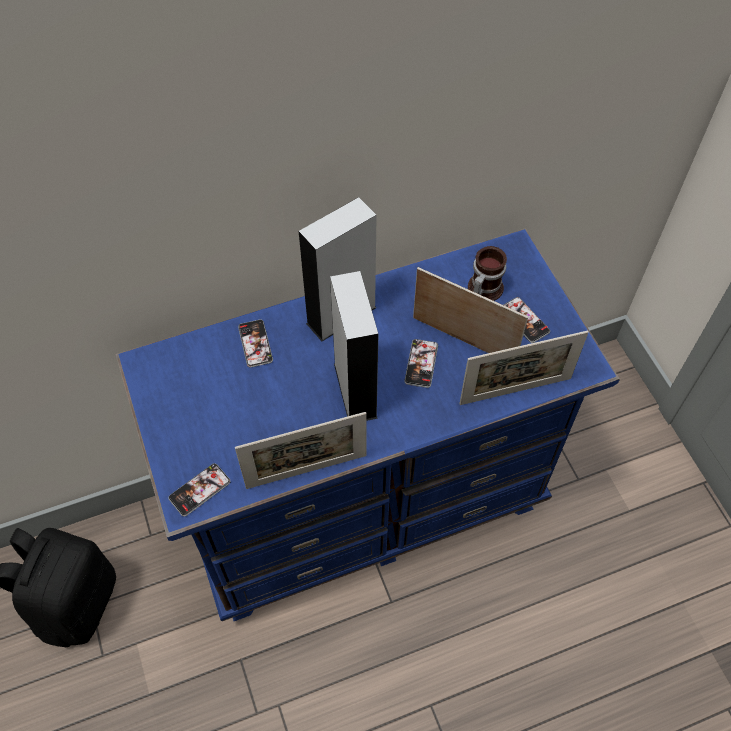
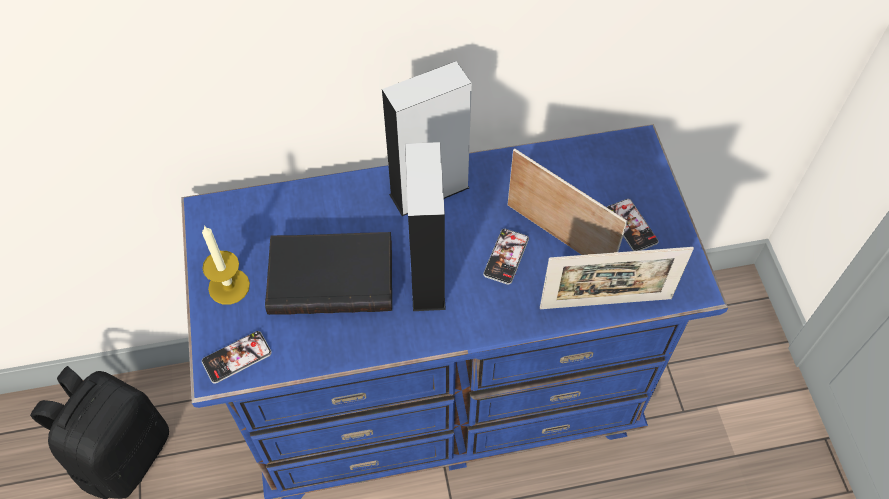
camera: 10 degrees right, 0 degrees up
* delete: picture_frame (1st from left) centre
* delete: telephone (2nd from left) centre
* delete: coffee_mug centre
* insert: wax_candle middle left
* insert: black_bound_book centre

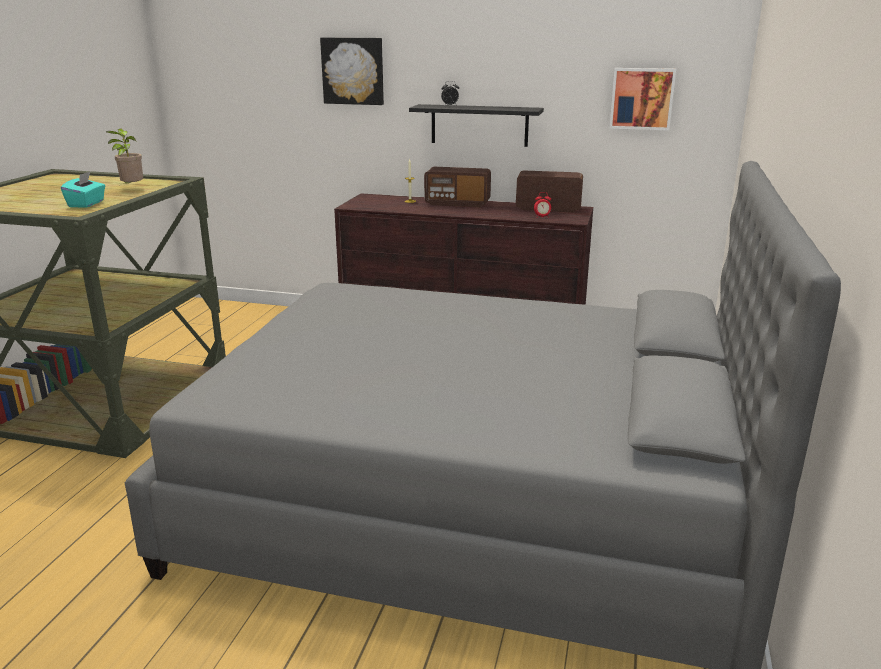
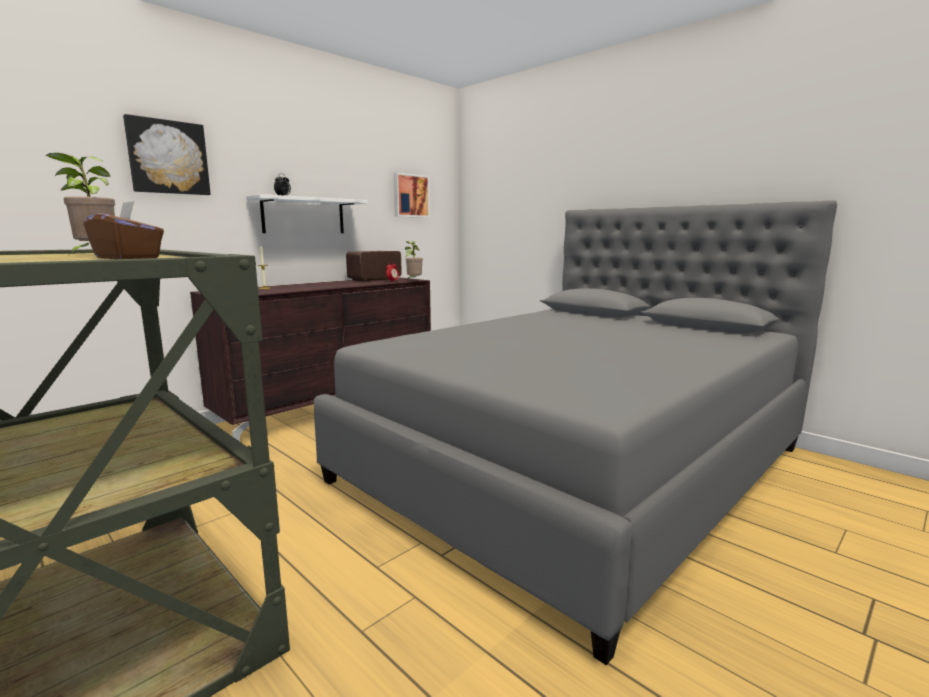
camera: 60 degrees left, 10 degrees down
* recolor: turquoise-coloured_tissue_holder top left to brown-coloured_tissue_holder top left
* recolor: black_wall_shelf top centre to white-coloured_wall_shelf top left
* delete: radio (1st from left) top centre
* insert: houseplant (2nd from left) centre

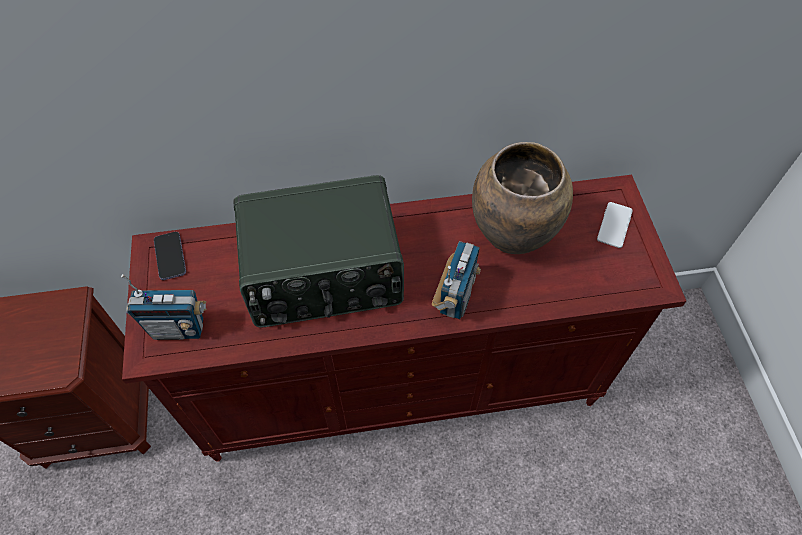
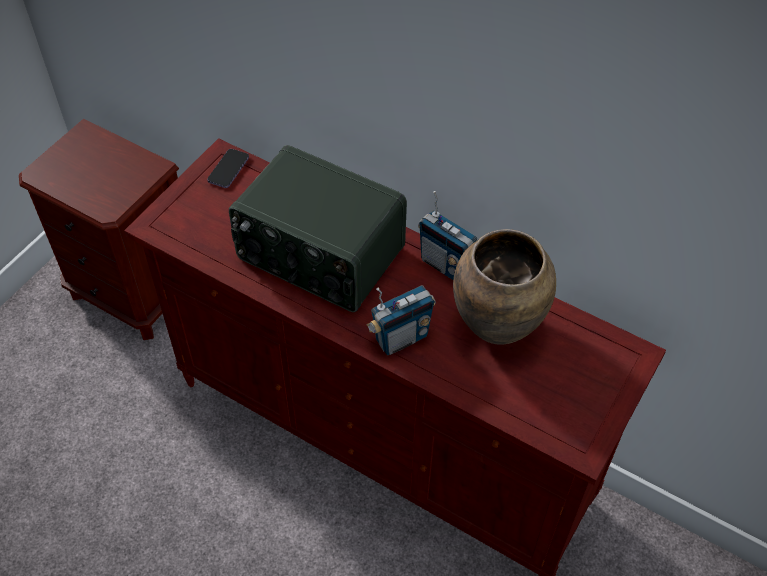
camera: 40 degrees right, 5 degrees down
* move: radio (1st from left in the first image) middle left to radio (3rd from left) centre
* delete: telephone (2nd from left) middle right

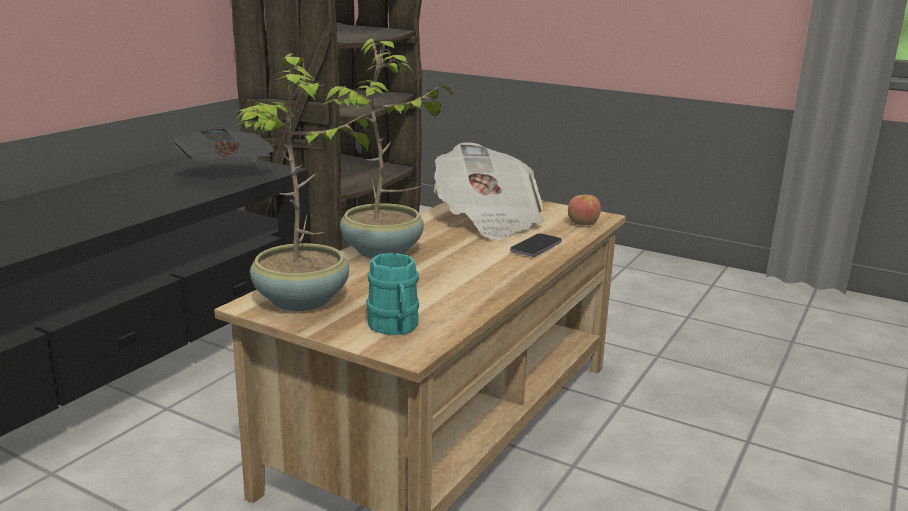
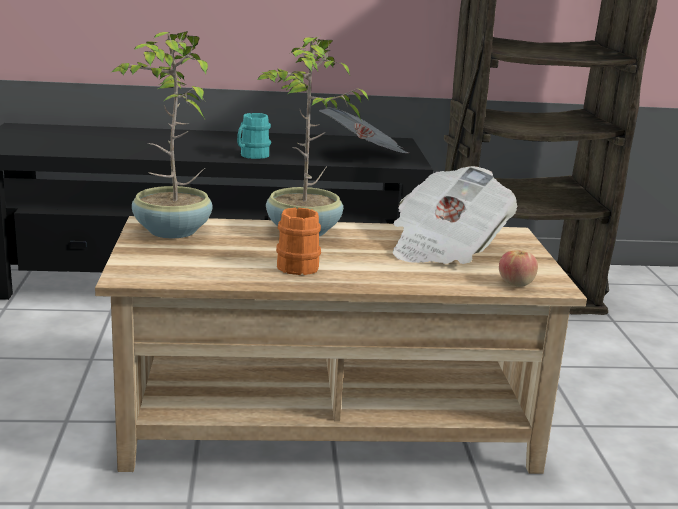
camera: 55 degrees right, 0 degrees up
* move: turquoise-coloured_coffee_mug centre to top centre
* delete: telephone centre
* insert: orange_coffee_mug centre

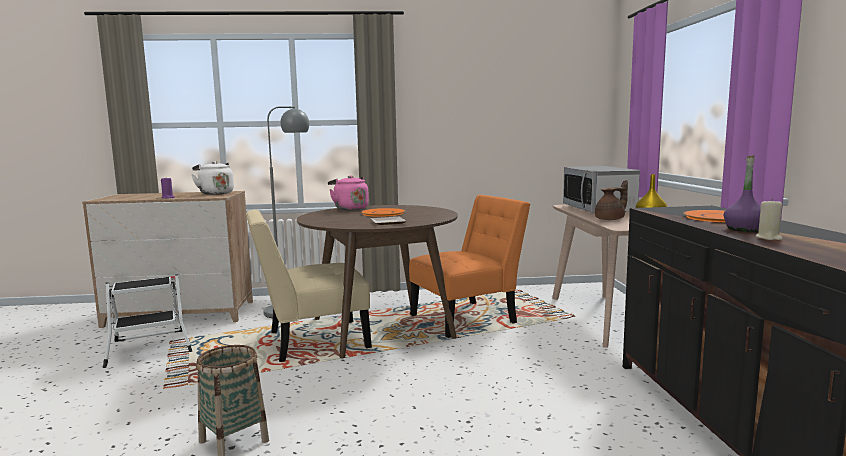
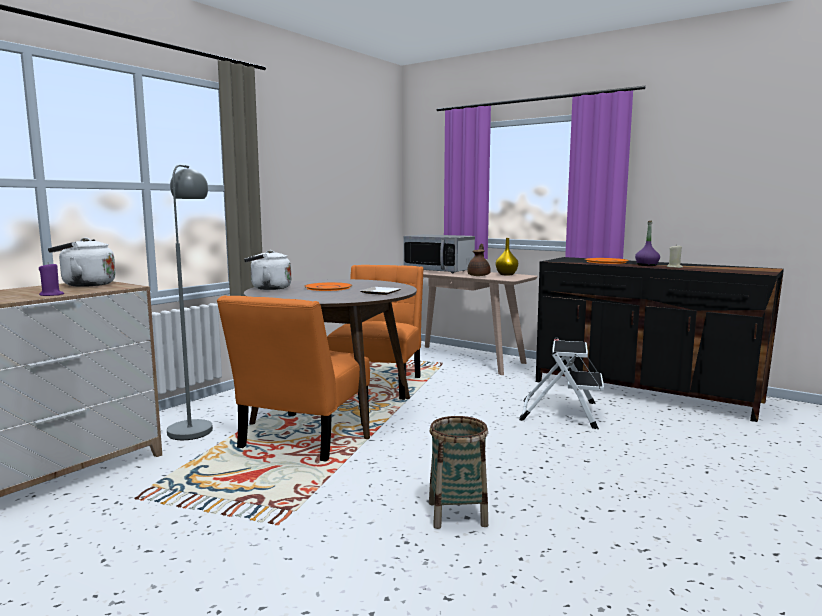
camera: 50 degrees left, 0 degrees up
* move: step_ladder bottom left to middle right
* recolor: sand-coloured_upright_chair centre to orange_upright_chair (1st from left) centre
* recolor: pinkish_water_kettle centre to white-coloured_water_kettle (2nd from left) middle left

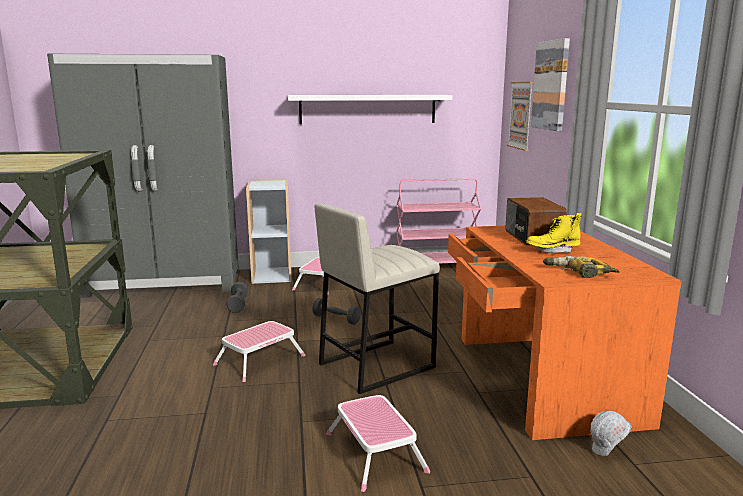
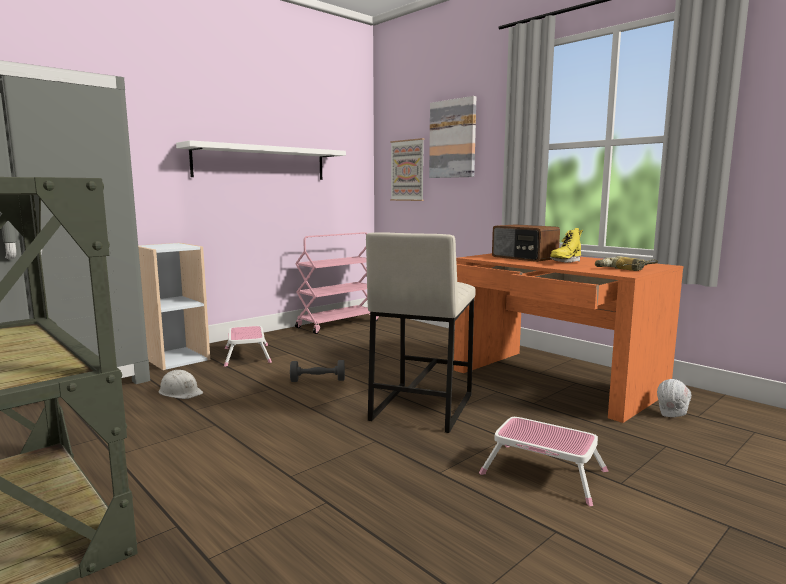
camera: 35 degrees left, 5 degrees down
* delete: pinkish_step_ladder (1st from left) bottom centre
* replace: greyish_hand_weight (1st from left) middle left to white-coloured_work_helmet (1st from left) middle left

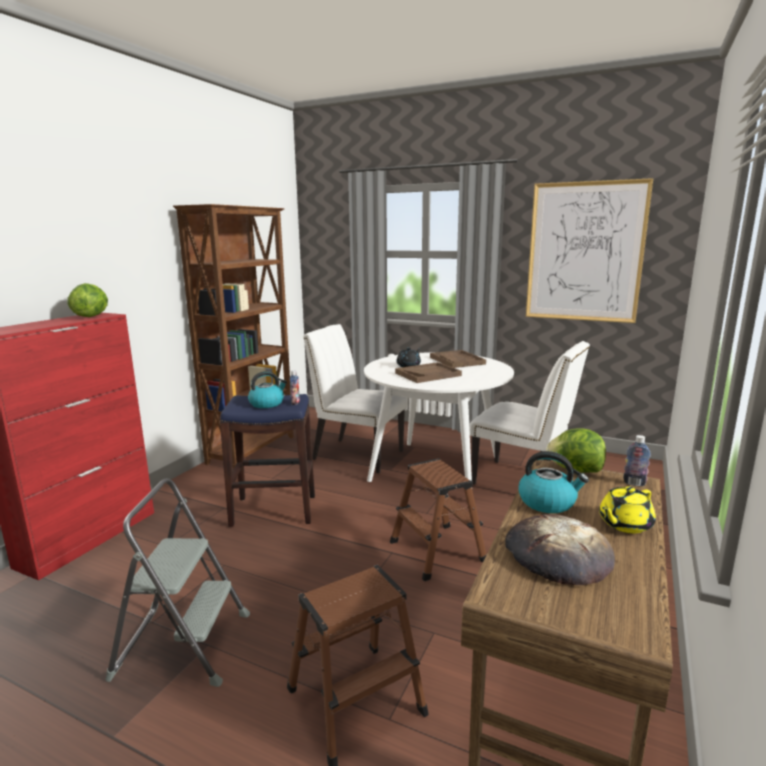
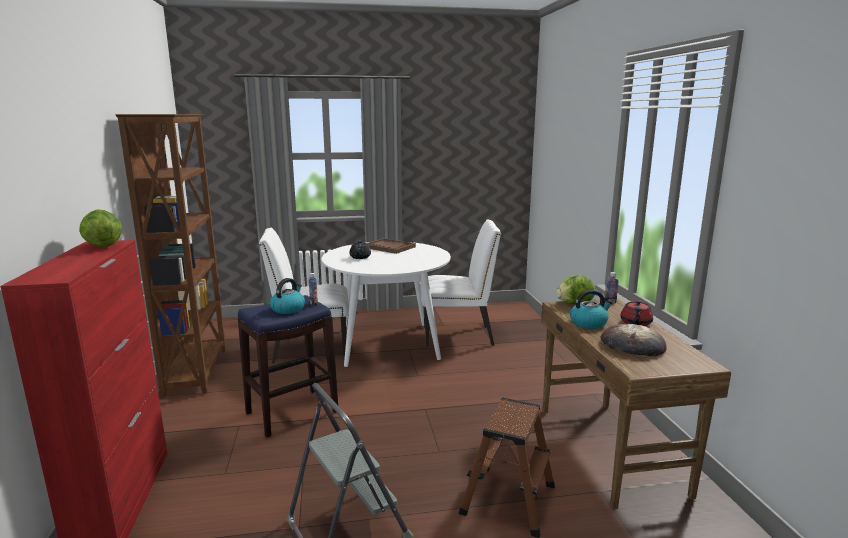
camera: 35 degrees left, 0 degrees up
* delete: brown-coloured_step_ladder (2nd from left) bottom centre
* delete: brown-coloured_carrying_tray (1st from left) centre
* delete: picture top right
* recolor: yellow_teapot middle right to red-coloured_teapot middle right

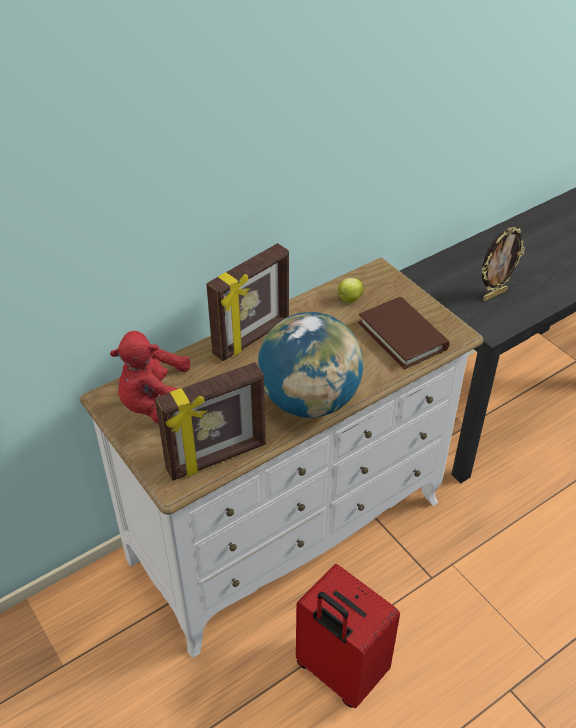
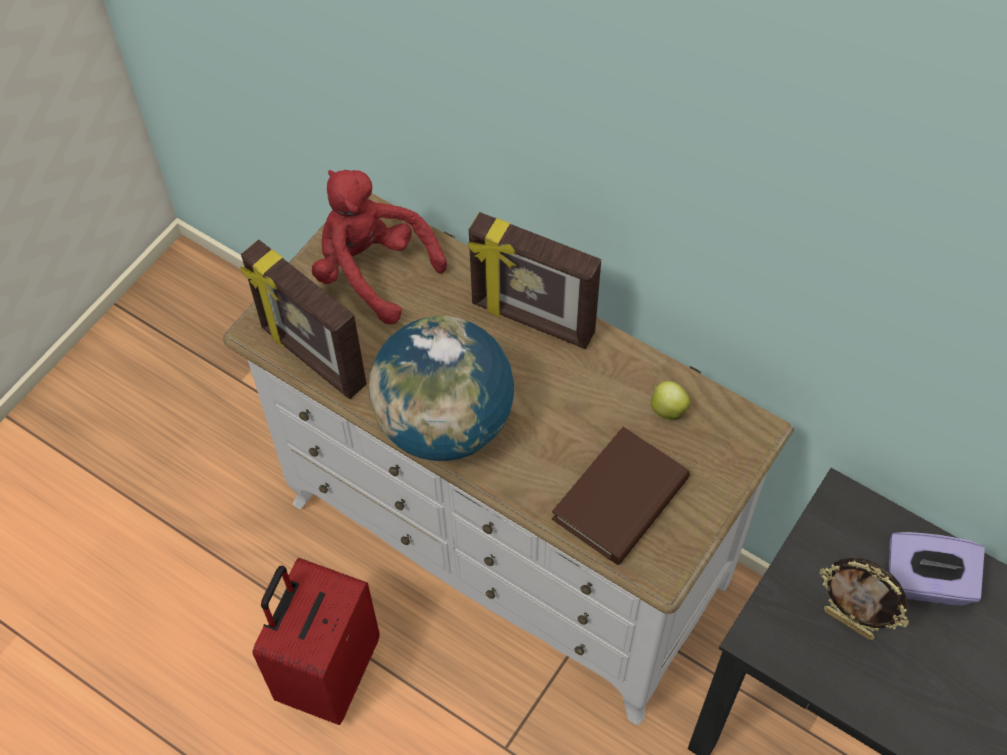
camera: 70 degrees right, 15 degrees up
* insert: purple-coloured_tissue_holder bottom right

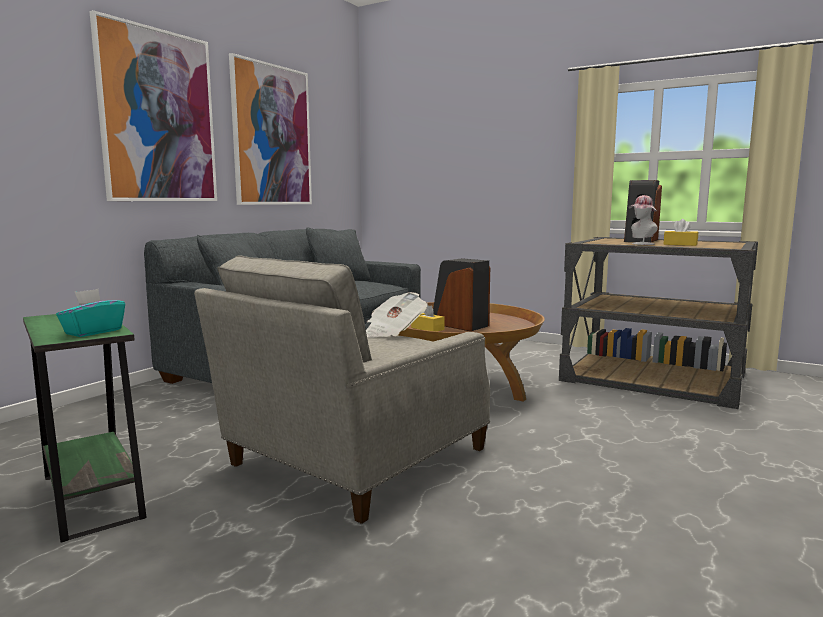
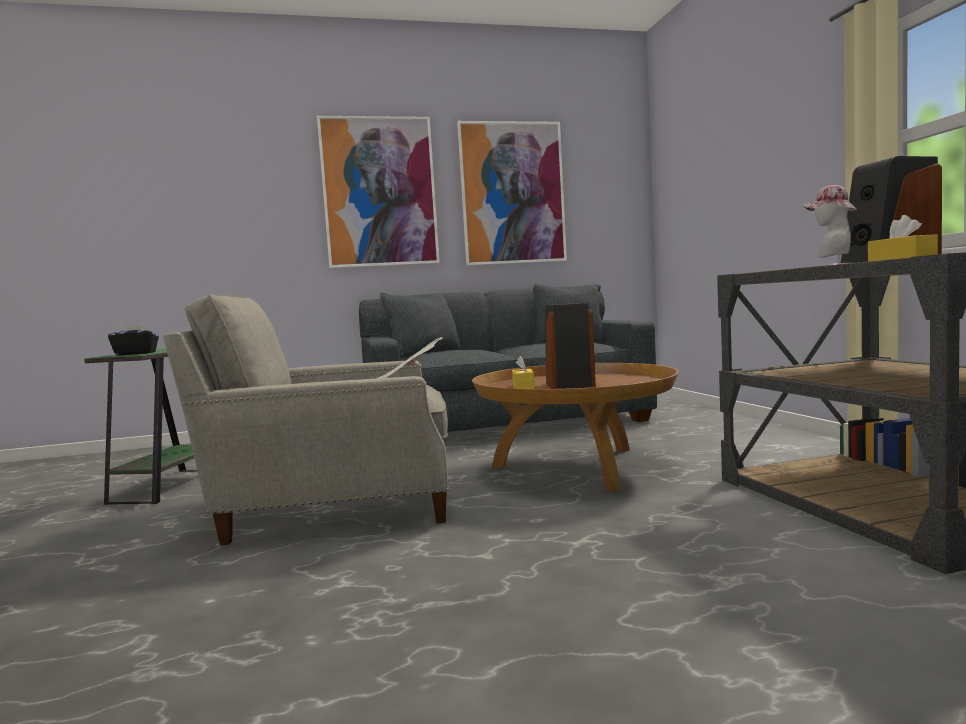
camera: 45 degrees right, 5 degrees down
* recolor: turquoise-coloured_tissue_holder middle left to black_tissue_holder middle left

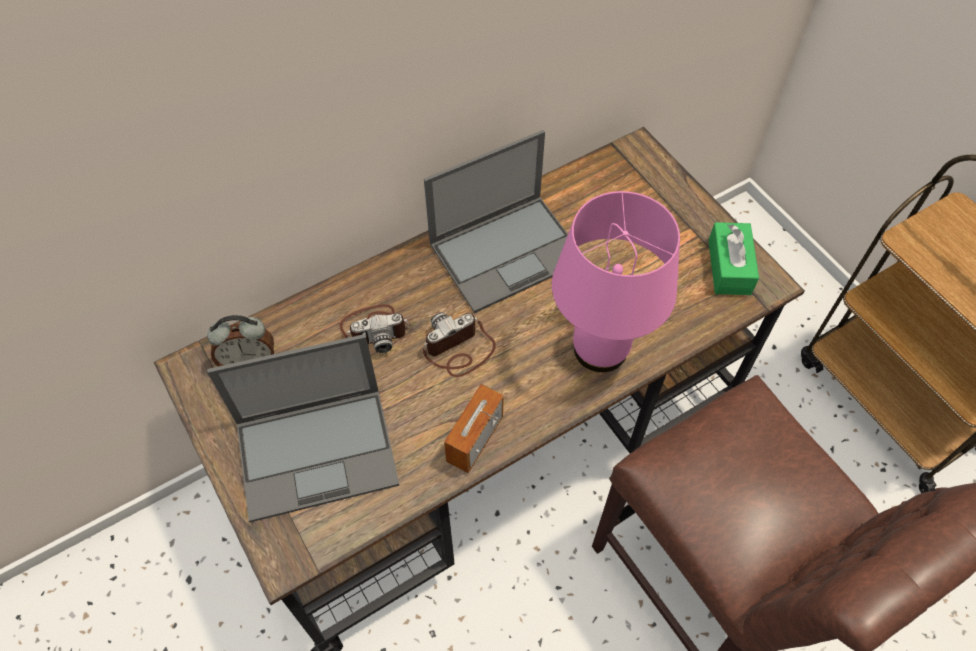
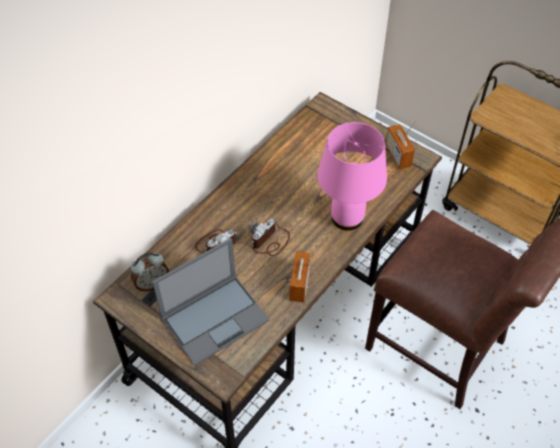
camera: 20 degrees left, 5 degrees down
* delete: portable_computer (2nd from left) centre
* replace: green_tissue_holder middle right to radio (2nd from left) top right

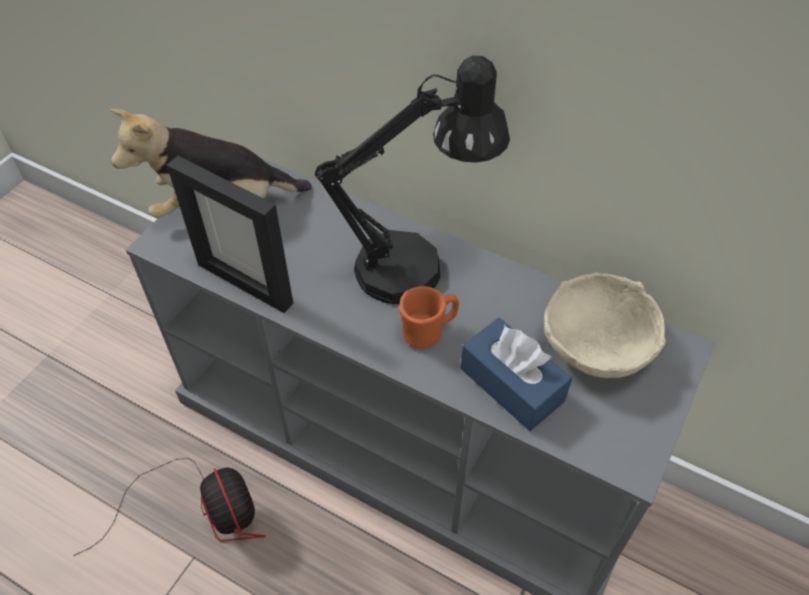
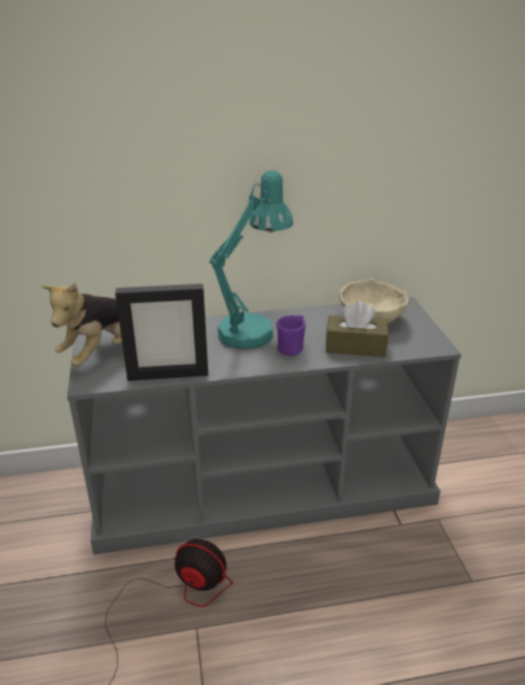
camera: 40 degrees left, 20 degrees down
* recolor: black_lamp_for_a_table top centre to turquoise-coloured_lamp_for_a_table centre
* recolor: orange_coffee_mug centre to purple-coloured_coffee_mug centre
* recolor: bluish_tissue_holder centre to brown-coloured_tissue_holder middle right

